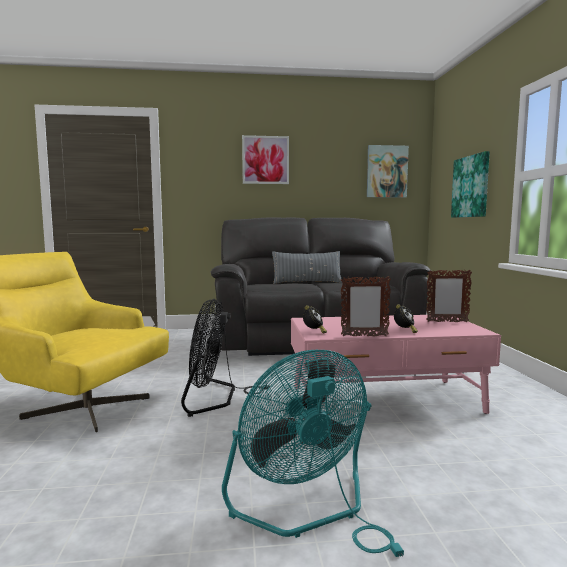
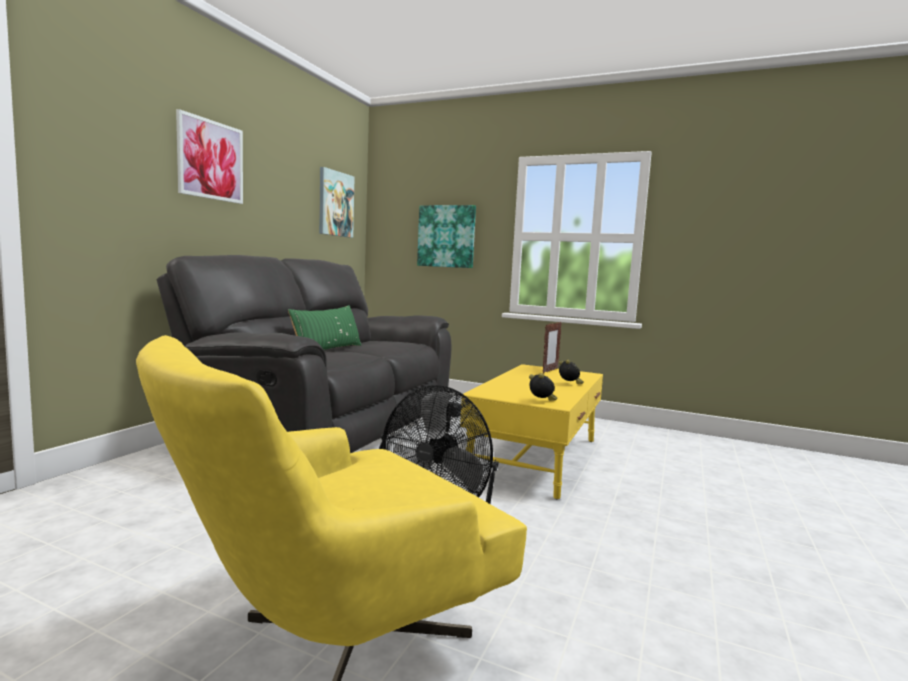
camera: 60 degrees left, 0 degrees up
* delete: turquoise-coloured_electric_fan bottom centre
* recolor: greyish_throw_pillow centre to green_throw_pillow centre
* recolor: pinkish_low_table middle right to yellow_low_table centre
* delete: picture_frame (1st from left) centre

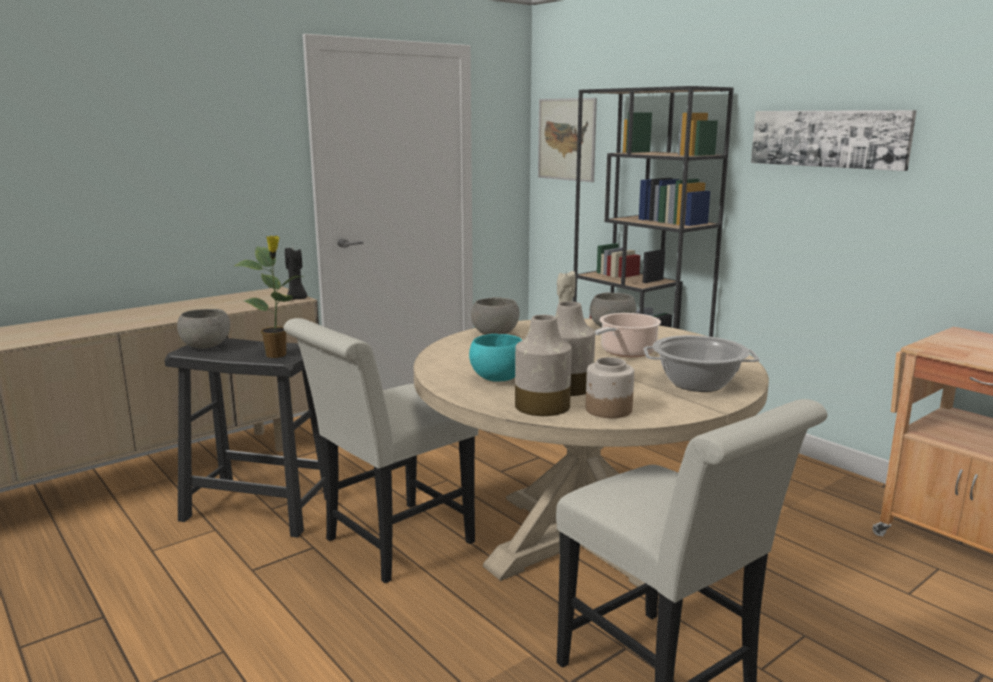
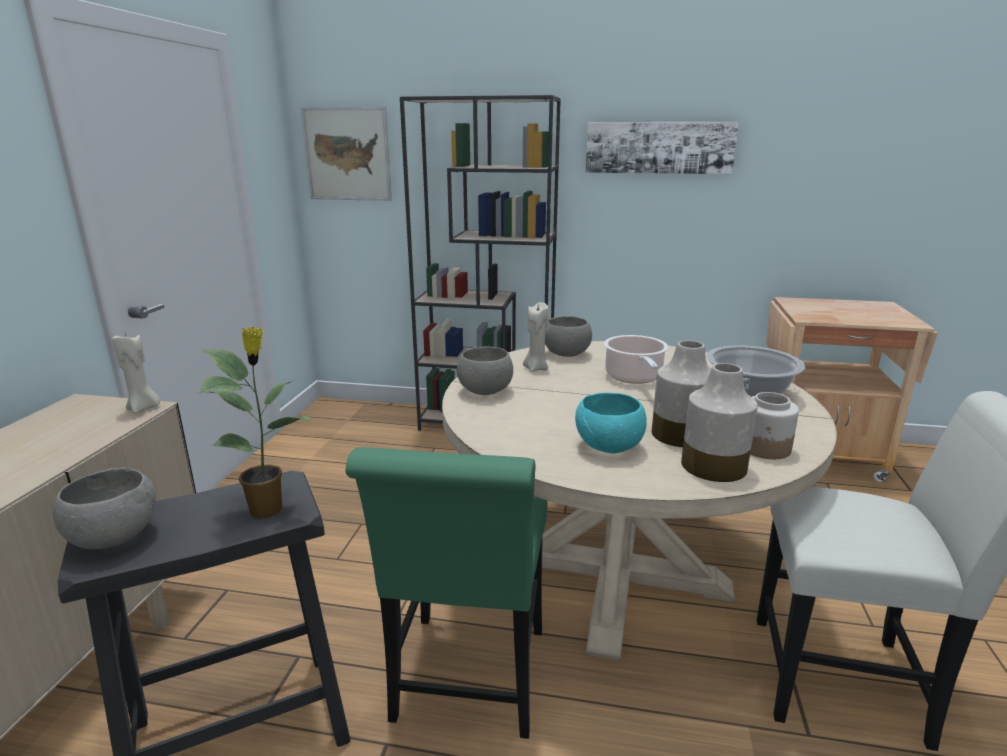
camera: 40 degrees left, 5 degrees up
* recolor: white-coloured_upright_chair (1st from left) centre to green_upright_chair bottom centre
* recolor: black_wax_candle middle left to sand-coloured_wax_candle (1st from left) middle left

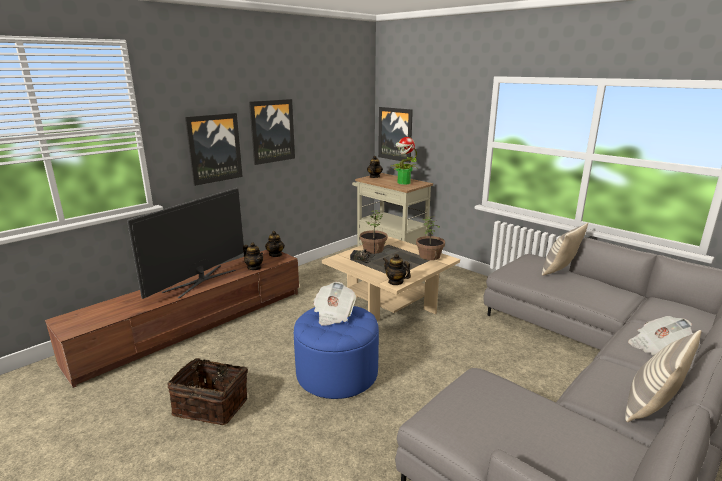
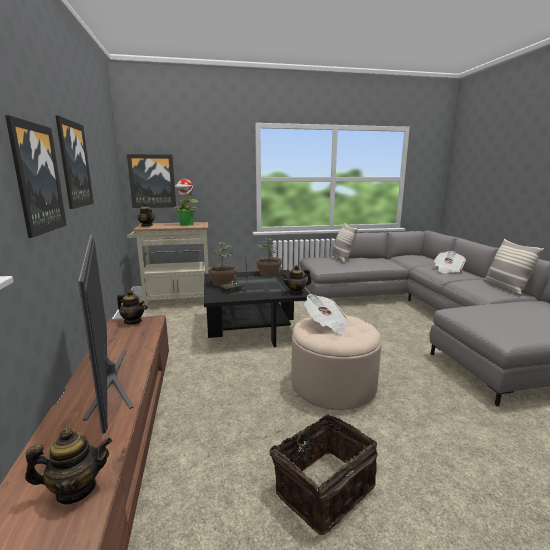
camera: 55 degrees left, 5 degrees down
* move: teapot (1st from left) centre to bottom left
* recolor: bluish_footrest bottom centre to sand-coloured_footrest centre
* recolor: sand-coloured_low_table centre to black_low_table centre

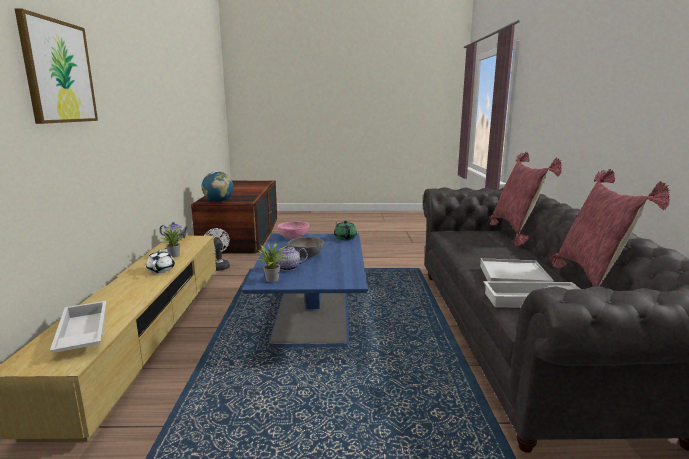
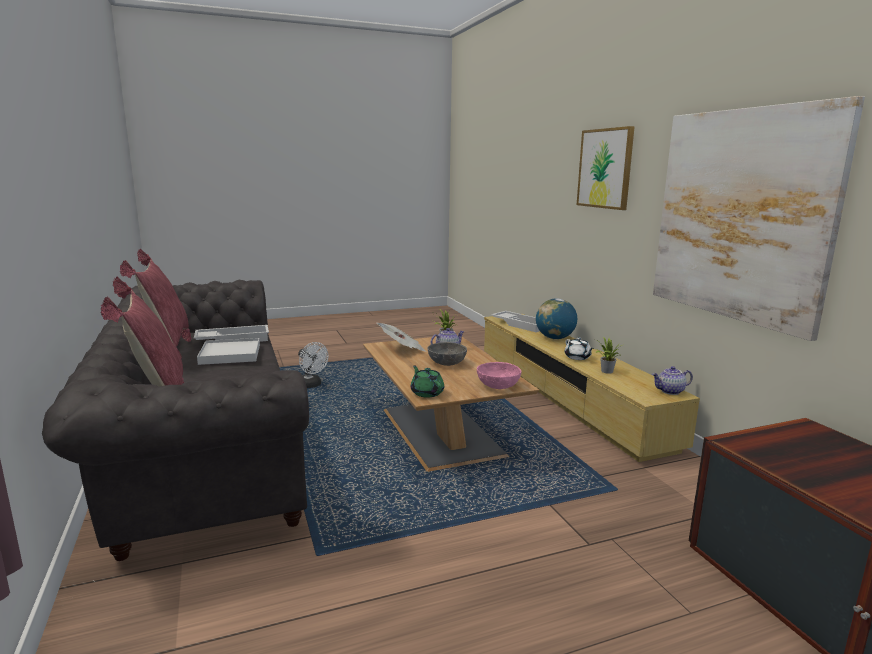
camera: 160 degrees right, 0 degrees up
* move: desk_globe middle left to centre
* move: white-coloured_electric_fan middle left to centre
* recolor: bluish_low_table centre to brown-coloured_low_table centre
* insert: printed_paper centre
* insert: picture (2nd from left) middle right

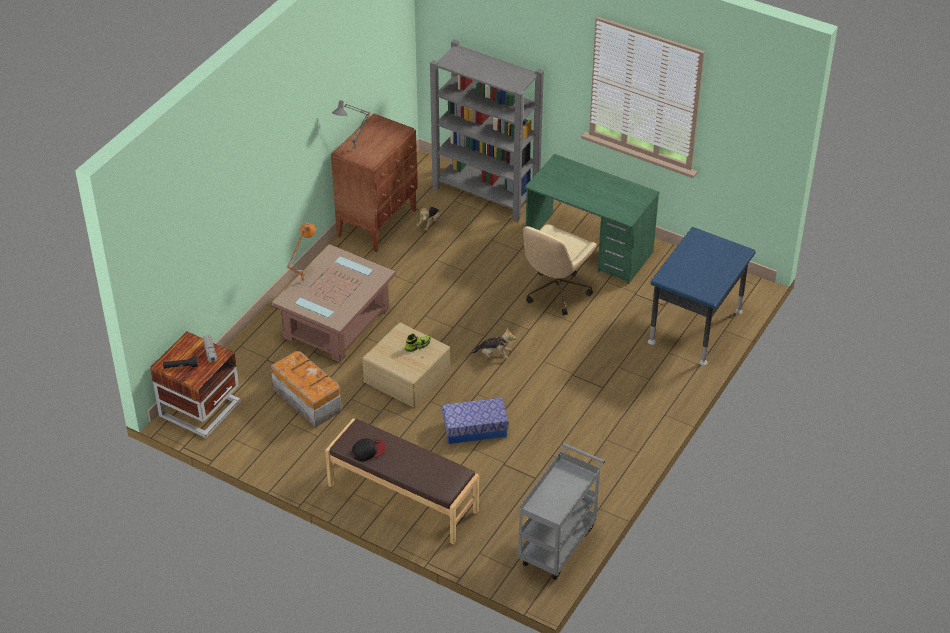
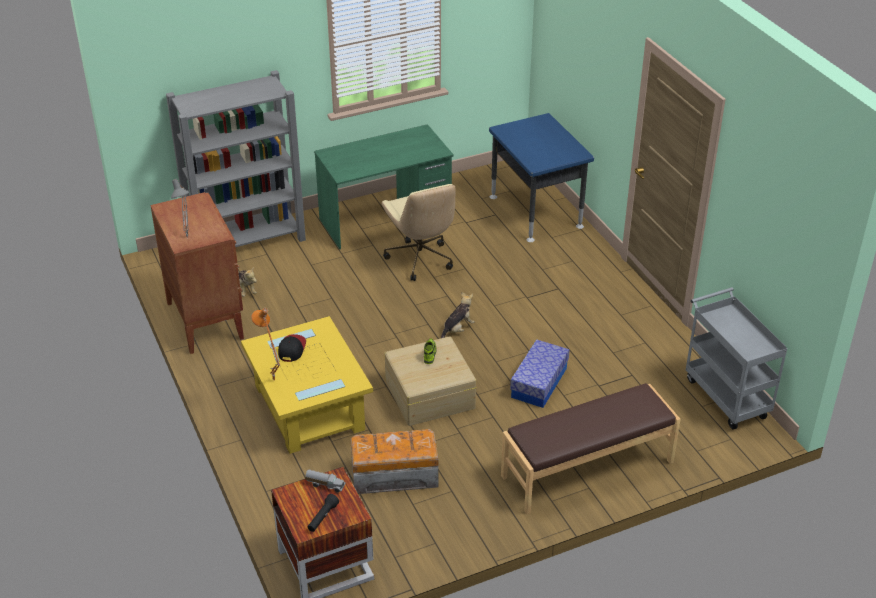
camera: 55 degrees left, 5 degrees down
* recolor: brown-coloured_low_table centre to yellow_low_table centre
* move: peaked_cap bottom centre to centre

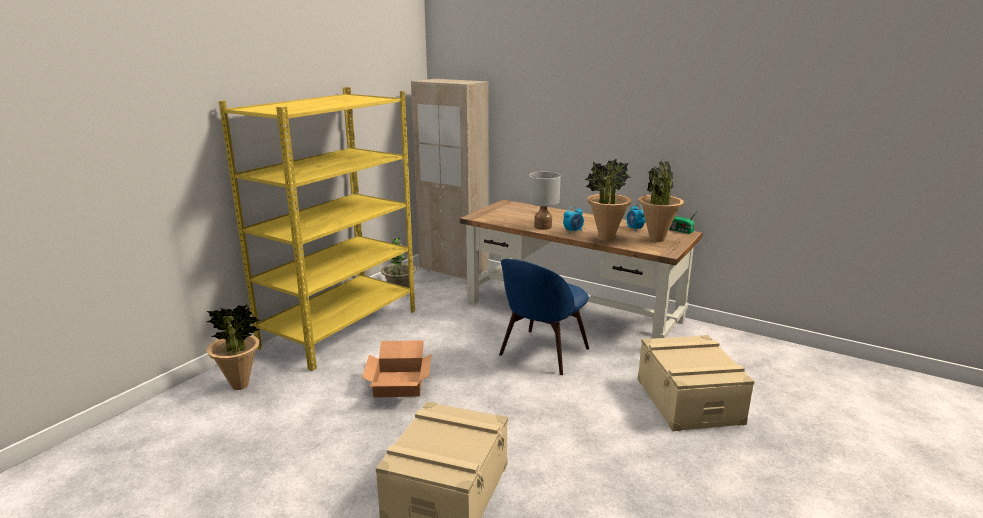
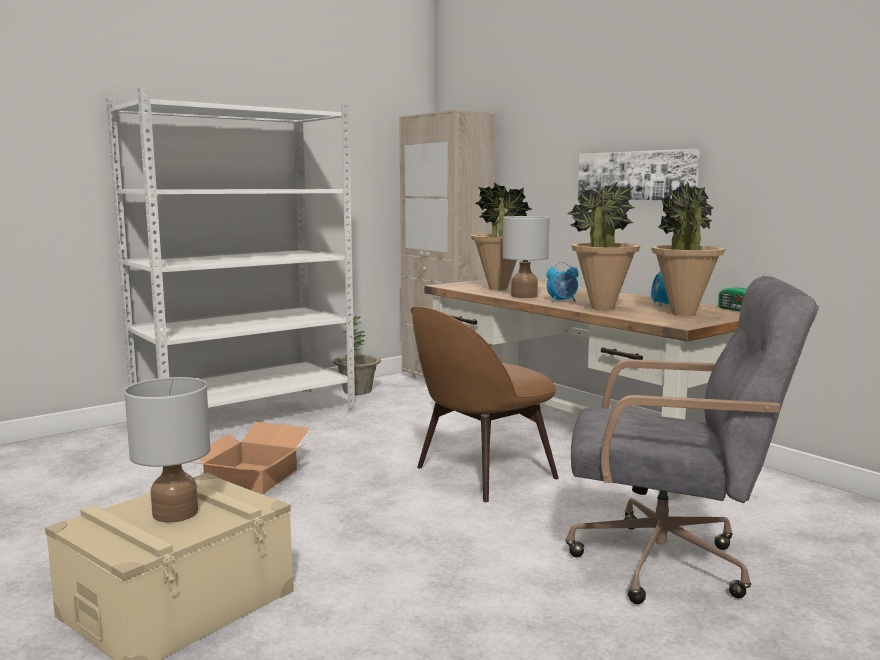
camera: 20 degrees right, 10 degrees down
* move: houseplant (1st from left in the first image) bottom left to houseplant (2nd from left) centre
* recolor: yellow_bookcase middle left to white-coloured_bookcase middle left
* recolor: bluish_upright_chair centre to brown-coloured_upright_chair centre
* replace: sand-coloured_storage_box (2nd from left) bottom right to greyish_office_chair bottom right
* insert: greyish_lamp_for_a_table (1st from left) bottom left
* insert: picture top right

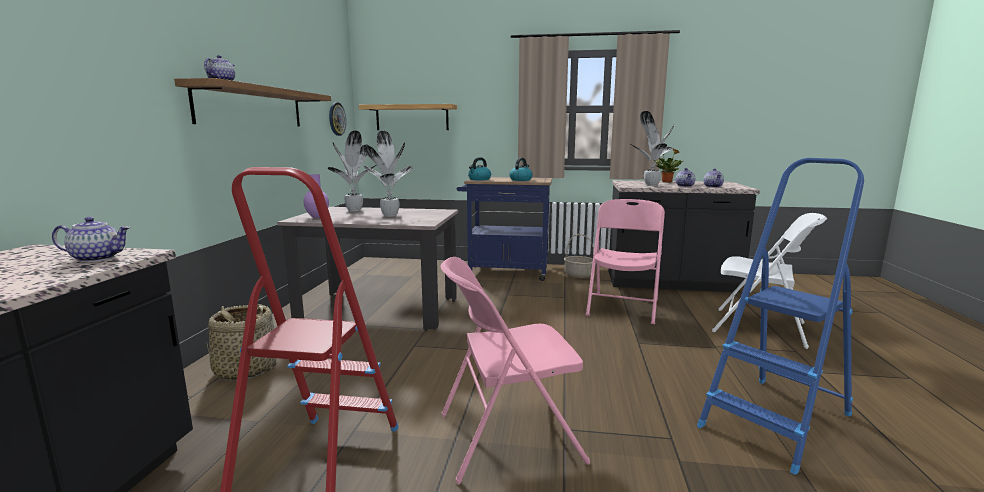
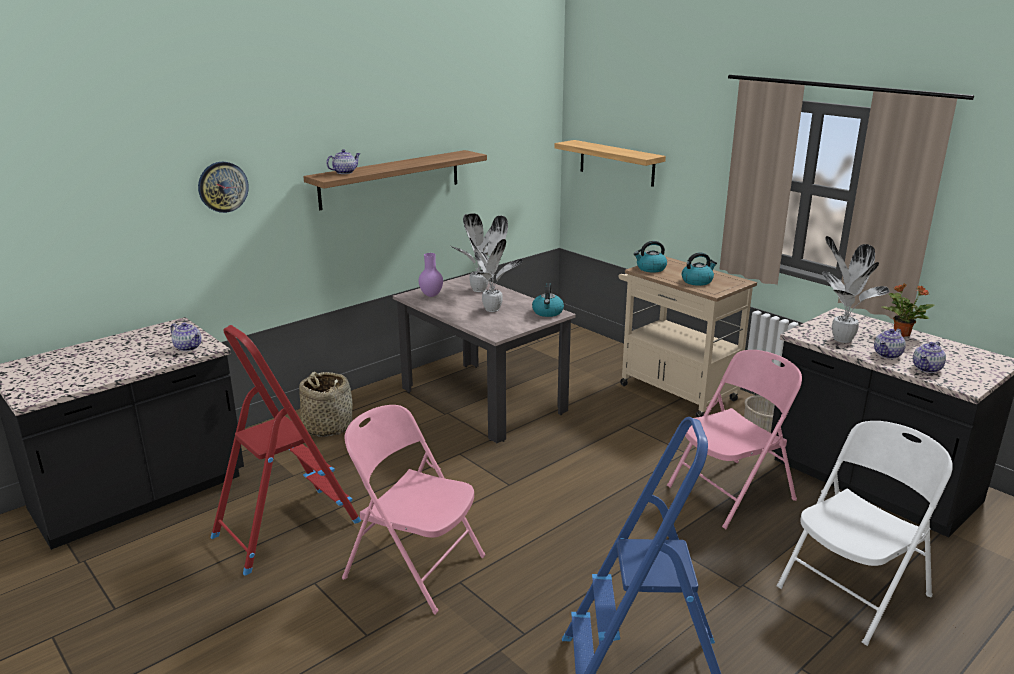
camera: 40 degrees right, 10 degrees up
* move: wall_clock top centre to top left
* recolor: bluish_cart centre to sand-coloured_cart middle right
* rotate: white-coloured_upright_chair middle right = bottom right 105 degrees counterclockwise
* insert: water_kettle (1st from left) centre

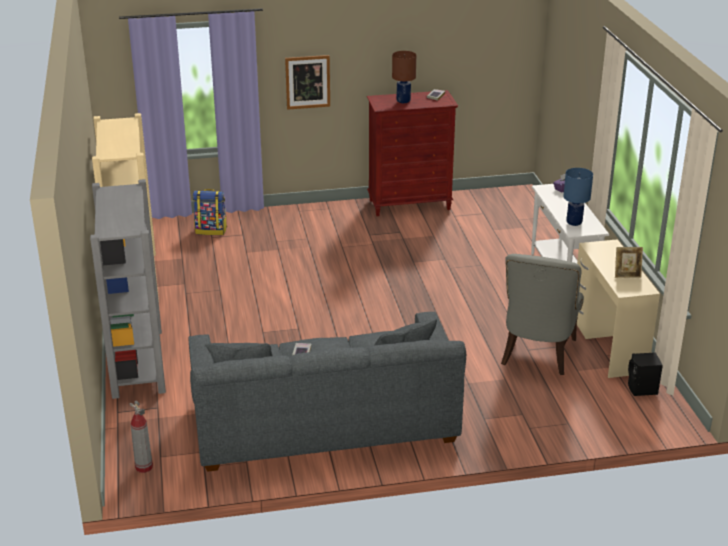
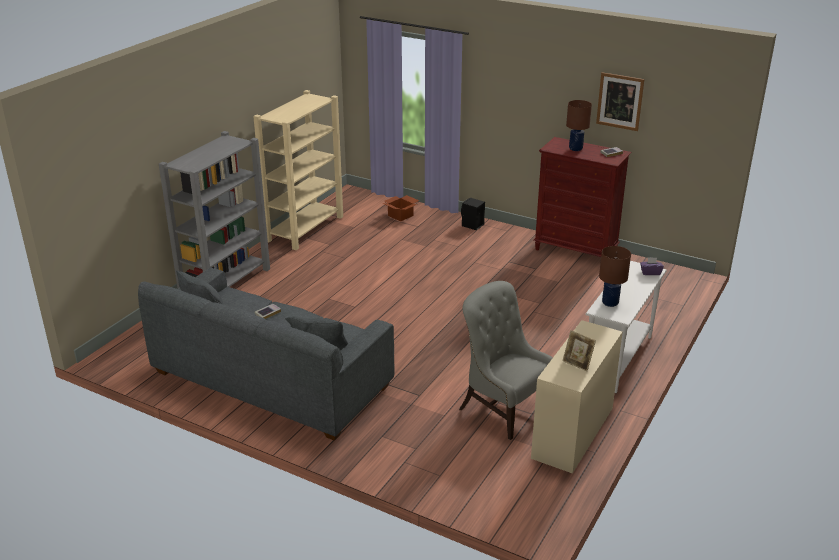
camera: 40 degrees right, 0 degrees up
* delete: extinguisher bottom left
* replace: knapsack middle left to carton centre
* move: picture top centre to top right
* rotate: greyish_upright_chair middle right = centre 75 degrees clockwise
* recolor: bluish_lamp_for_a_table middle right to brown-coloured_lamp_for_a_table (2nd from left) middle right
* move: black_loudspeaker bottom right to centre

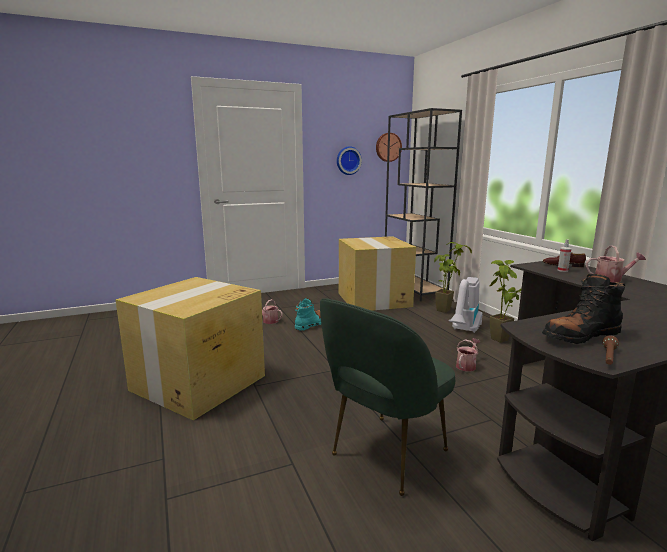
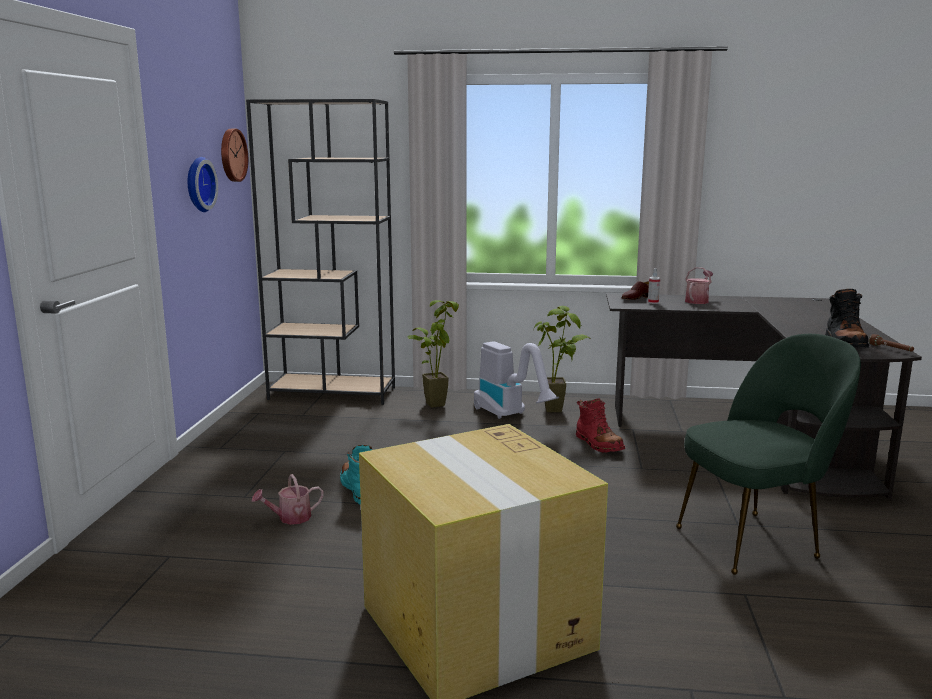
camera: 60 degrees left, 0 degrees up
* rotate: green_upright_chair bottom centre = middle right 90 degrees counterclockwise
* delete: carton (2nd from left) centre
* replace: sprinkling_can (2nd from left) middle right to red-coloured_tall_boot centre

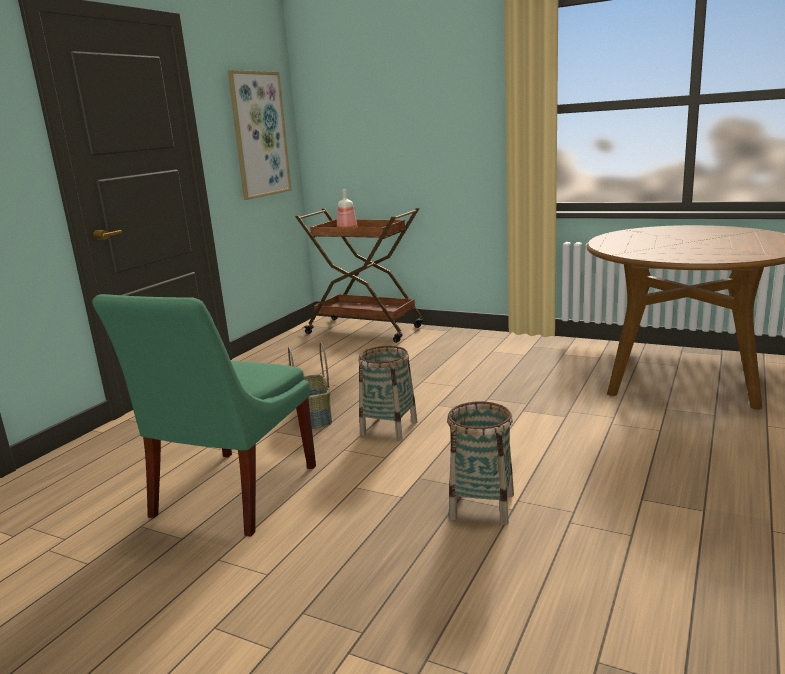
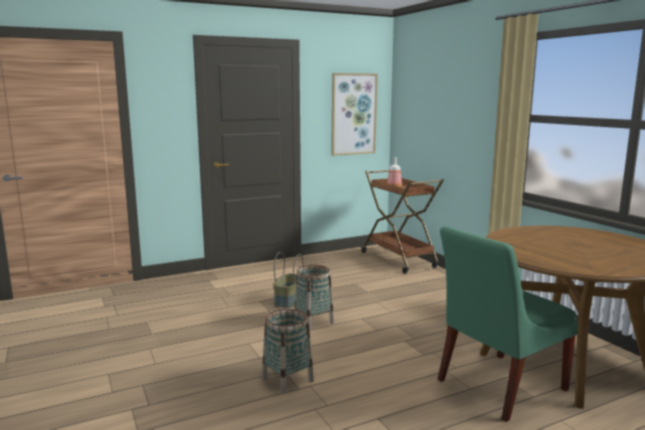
camera: 35 degrees right, 5 degrees down
* move: green_upright_chair middle left to bottom right

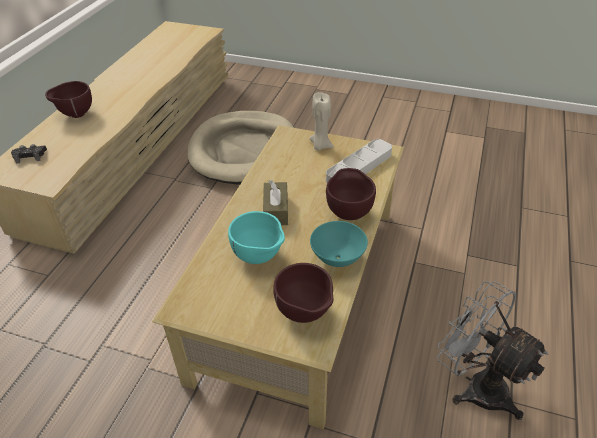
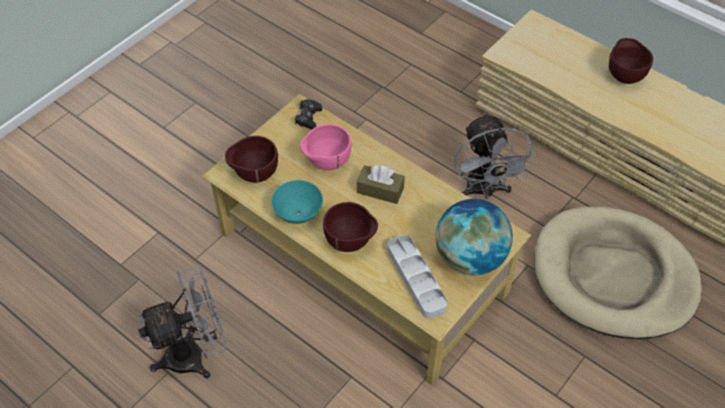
camera: 110 degrees right, 10 degrees up
* move: black_joypad middle left to top centre
* recolor: turquoise-coloured_serving_bowl (1st from left) centre to pinkish_serving_bowl centre
* replace: sand-coloured_wax_candle top centre to desk_globe centre
* insert: greyish_electric_fan (2nd from left) middle right

